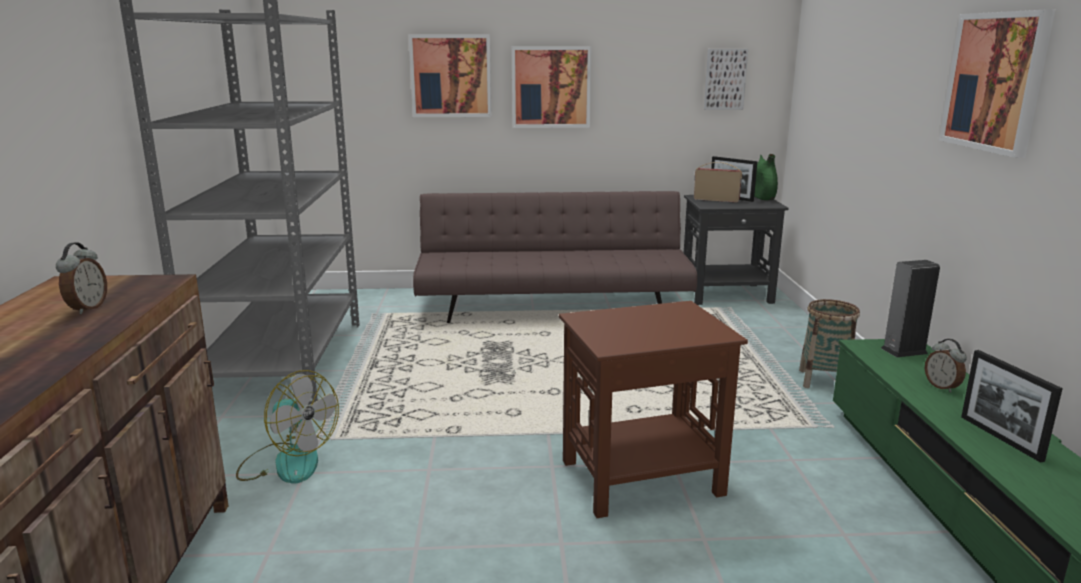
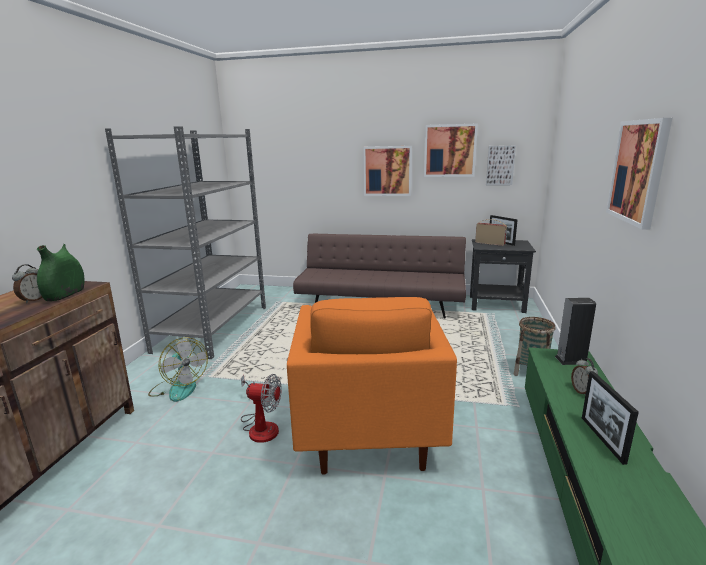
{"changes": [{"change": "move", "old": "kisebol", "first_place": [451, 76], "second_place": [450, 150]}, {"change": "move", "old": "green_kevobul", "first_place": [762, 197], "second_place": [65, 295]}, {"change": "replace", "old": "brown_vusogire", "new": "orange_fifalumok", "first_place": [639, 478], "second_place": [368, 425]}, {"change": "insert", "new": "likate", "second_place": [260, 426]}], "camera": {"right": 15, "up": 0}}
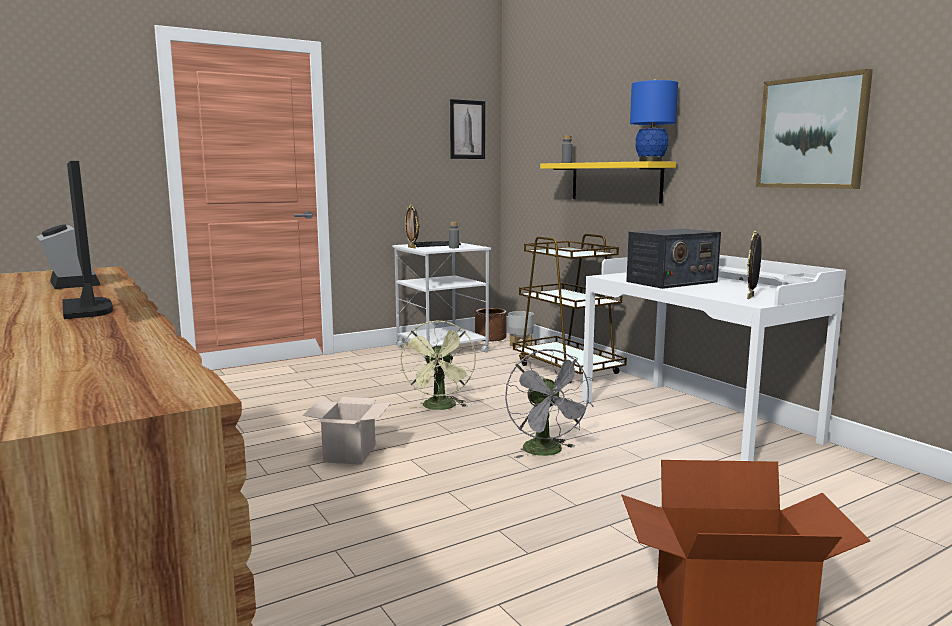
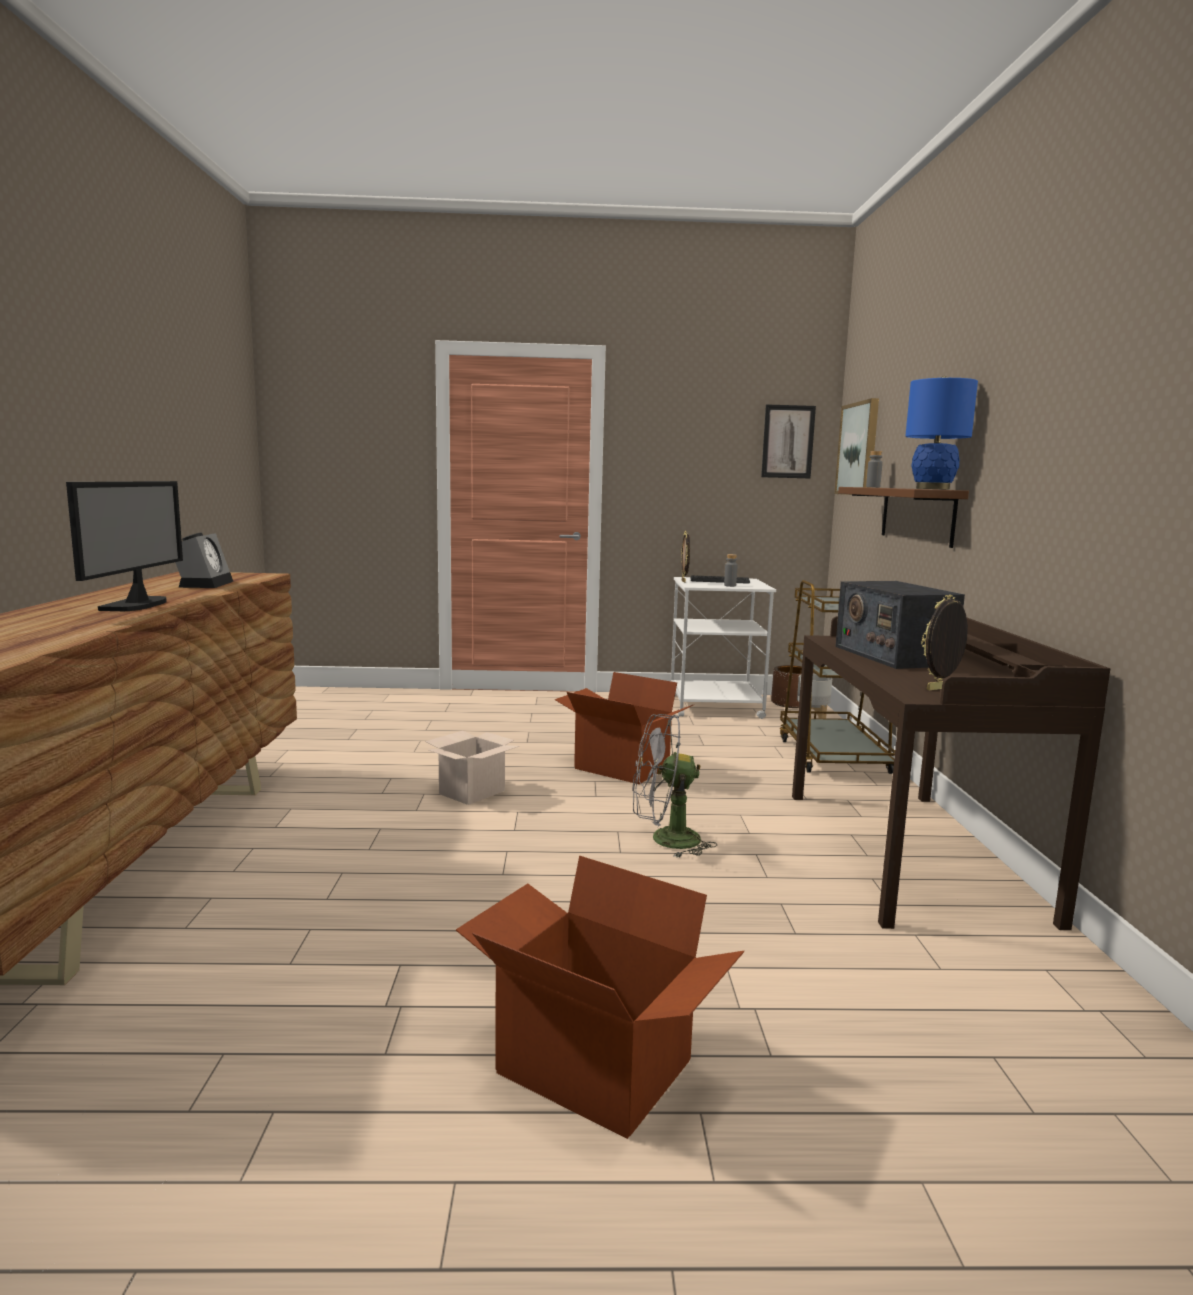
{"changes": [{"change": "move", "old": "kisebol", "first_place": [812, 132], "second_place": [858, 449]}, {"change": "recolor", "old": "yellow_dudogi", "new": "brown_dudogi", "first_place": [615, 182], "second_place": [917, 515]}, {"change": "rotate", "old": "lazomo", "first_place": [671, 282], "second_place": [892, 655], "degrees": 75}, {"change": "recolor", "old": "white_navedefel", "new": "brown_navedefel", "first_place": [696, 420], "second_place": [910, 852]}, {"change": "replace", "old": "green_likate", "new": "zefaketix", "first_place": [440, 408], "second_place": [621, 768]}, {"change": "rotate", "old": "grey_likate", "first_place": [547, 452], "second_place": [665, 840], "degrees": 75}], "camera": {"right": 30, "up": 0}}
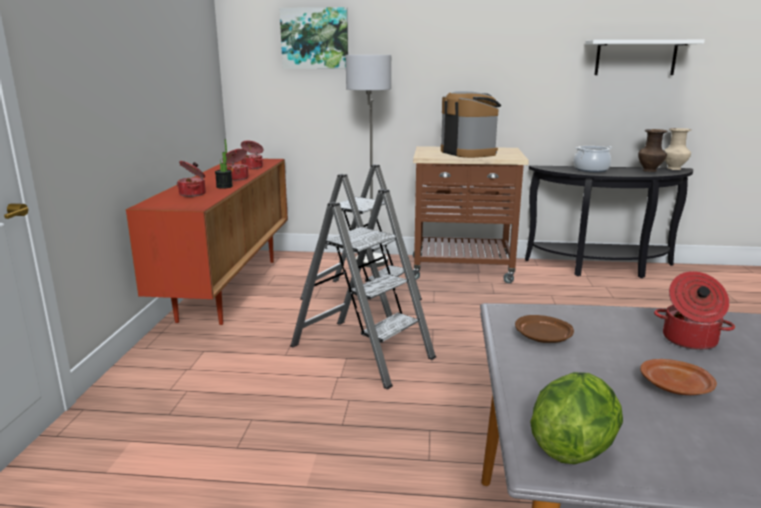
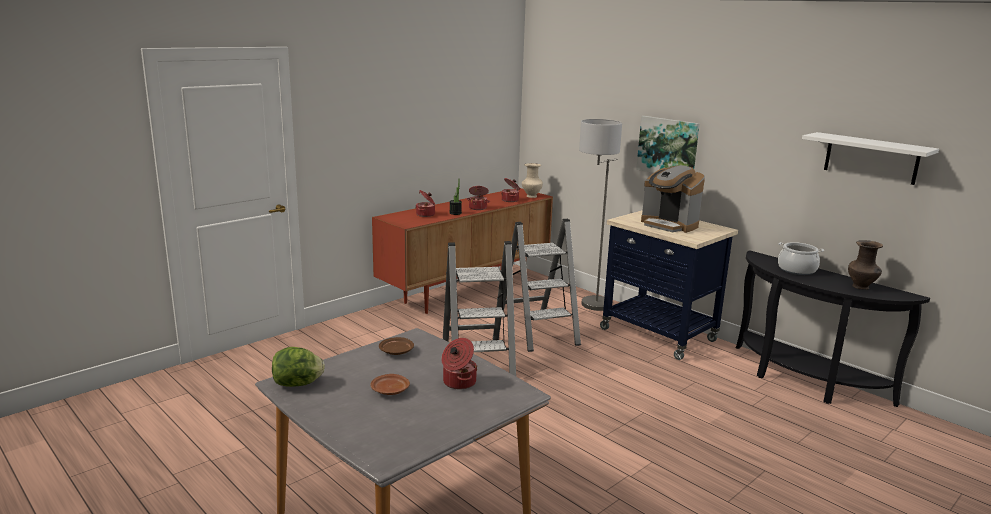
{"changes": [{"change": "move", "old": "kisebol", "first_place": [315, 38], "second_place": [668, 147]}, {"change": "rotate", "old": "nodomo", "first_place": [468, 153], "second_place": [669, 225], "degrees": 120}, {"change": "move", "old": "beige_kevobul", "first_place": [674, 169], "second_place": [531, 196]}, {"change": "recolor", "old": "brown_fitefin", "new": "blue_fitefin", "first_place": [462, 270], "second_place": [659, 335]}], "camera": {"right": 40, "up": 0}}
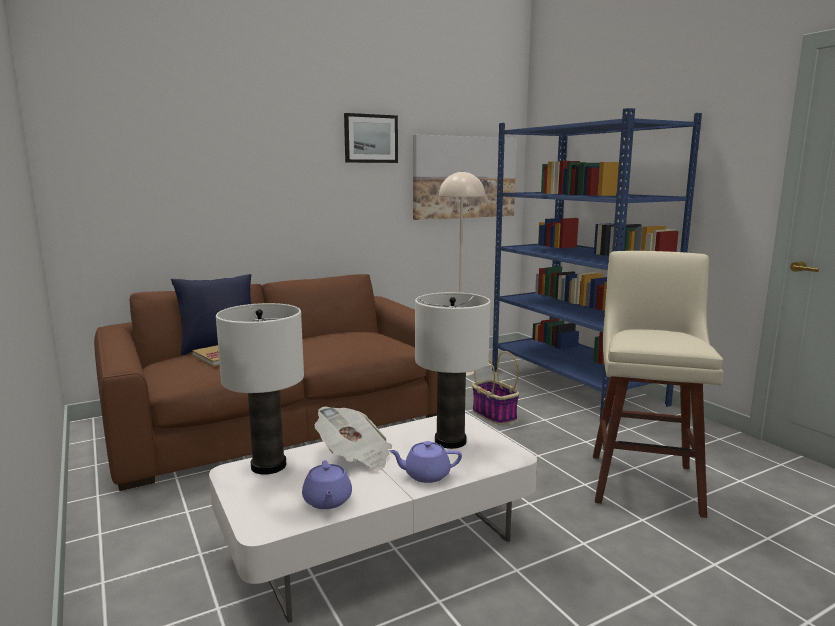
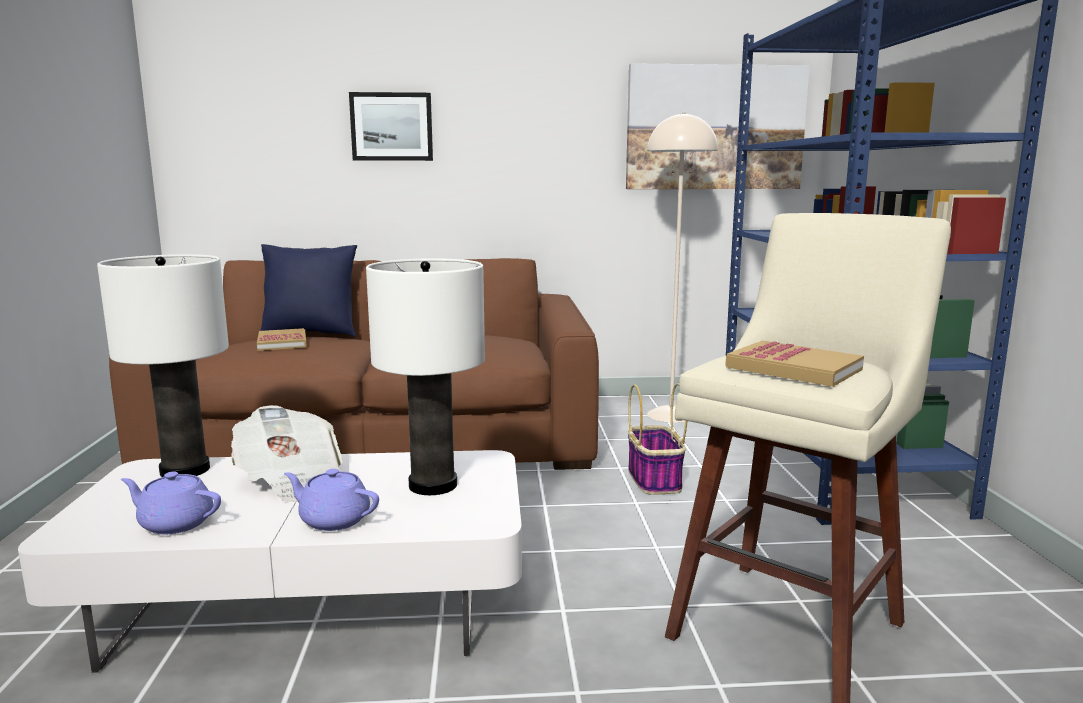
{"changes": [{"change": "move", "old": "kisebol", "first_place": [370, 138], "second_place": [391, 127]}, {"change": "rotate", "old": "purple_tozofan", "first_place": [327, 501], "second_place": [175, 523], "degrees": 90}, {"change": "insert", "new": "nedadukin", "second_place": [793, 368]}], "camera": {"right": 25, "up": 0}}
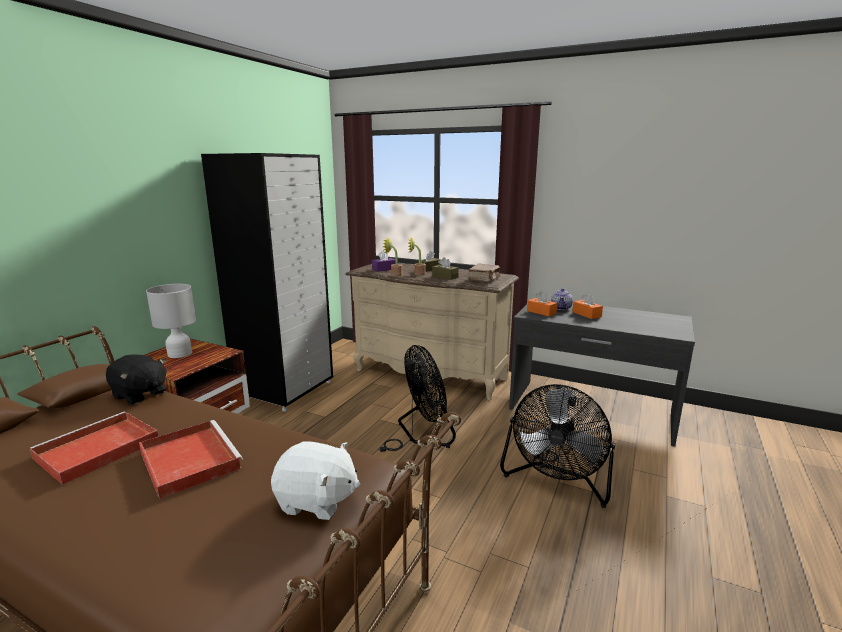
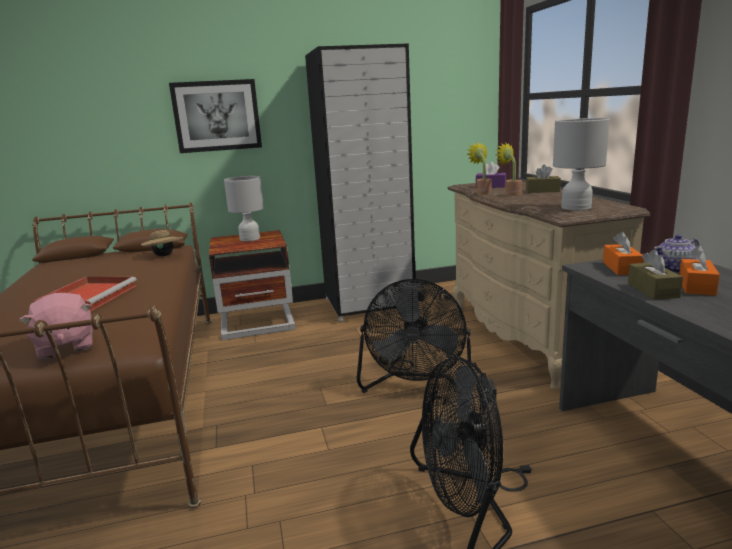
{"changes": [{"change": "move", "old": "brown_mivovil", "first_place": [445, 277], "second_place": [652, 290]}, {"change": "replace", "old": "brown_nedadukin", "new": "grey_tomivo", "first_place": [484, 279], "second_place": [576, 208]}, {"change": "rotate", "old": "black_likate", "first_place": [417, 431], "second_place": [413, 384], "degrees": 75}, {"change": "replace", "old": "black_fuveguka", "new": "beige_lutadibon", "first_place": [140, 395], "second_place": [164, 255]}, {"change": "delete", "old": "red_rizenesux", "first_place": [96, 450]}, {"change": "recolor", "old": "white_fuveguka", "new": "pink_fuveguka", "first_place": [316, 501], "second_place": [65, 347]}, {"change": "insert", "new": "kisebol", "second_place": [217, 116]}], "camera": {"right": 50, "up": 0}}
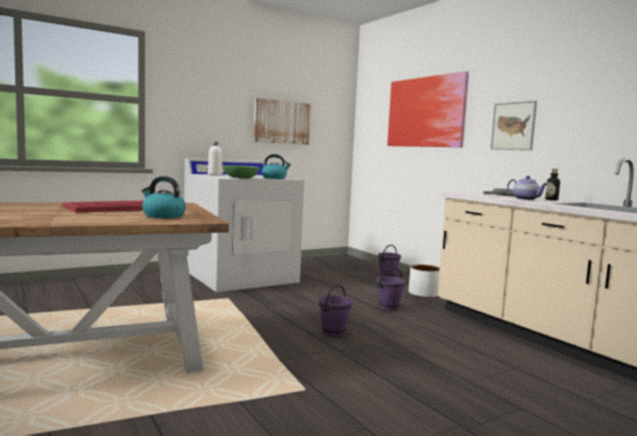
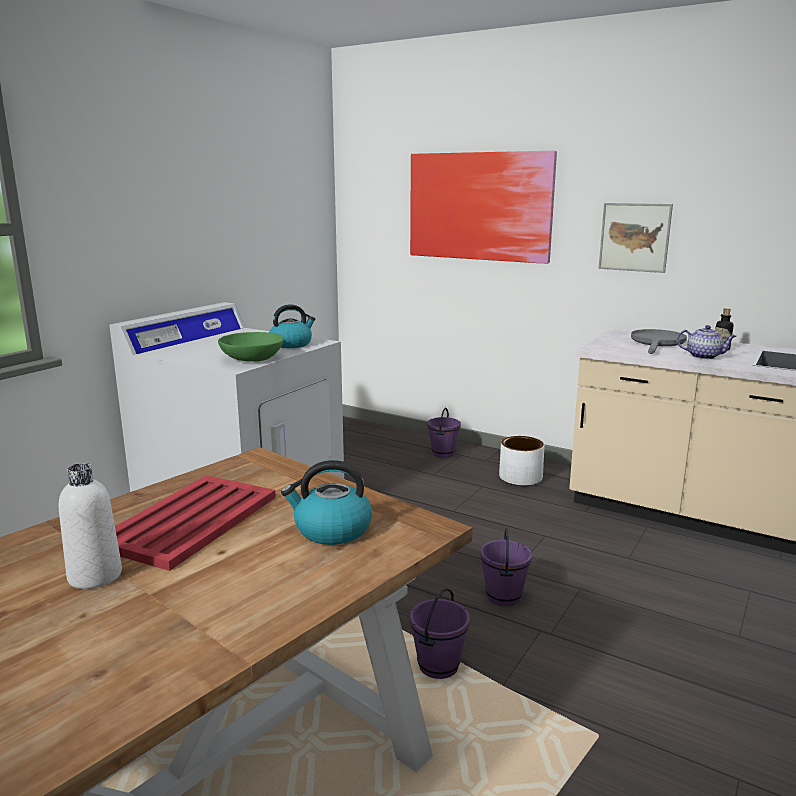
{"changes": [{"change": "delete", "old": "kisebol", "first_place": [282, 122]}, {"change": "move", "old": "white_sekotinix", "first_place": [214, 174], "second_place": [95, 576]}, {"change": "move", "old": "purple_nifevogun", "first_place": [389, 307], "second_place": [439, 667]}], "camera": {"right": -25, "up": 10}}
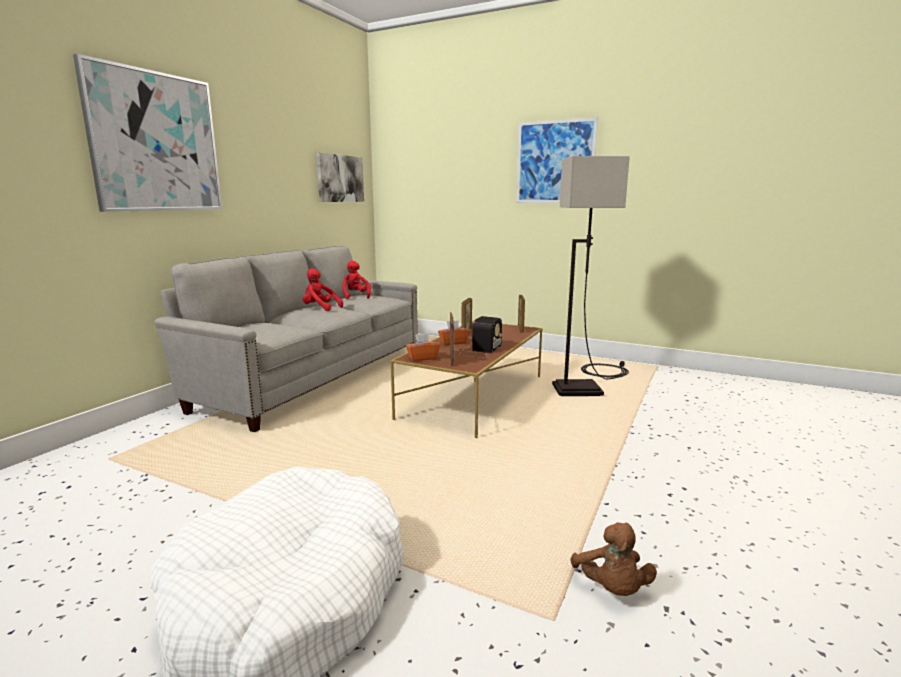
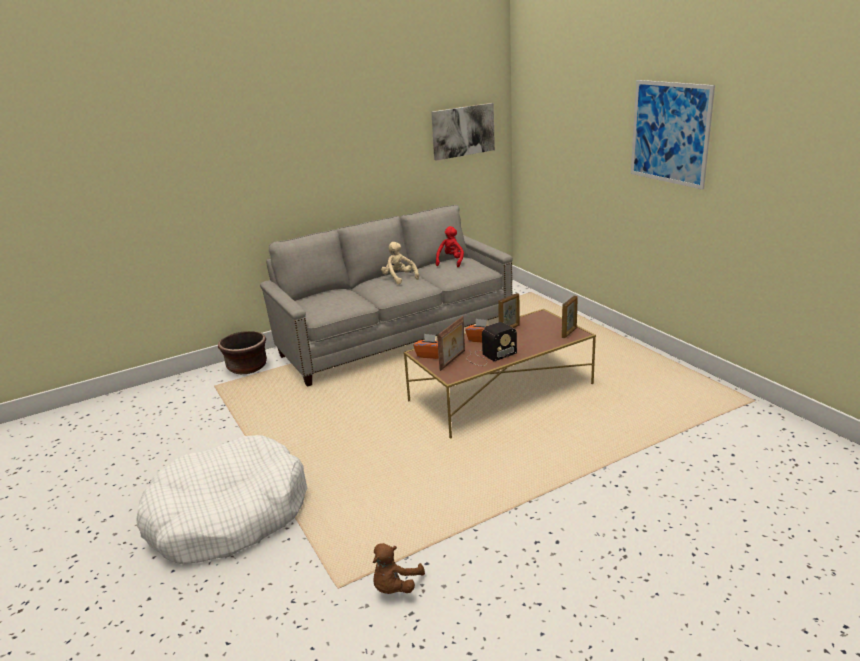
{"changes": [{"change": "delete", "old": "kisebol", "first_place": [155, 142]}, {"change": "delete", "old": "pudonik", "first_place": [593, 380]}, {"change": "recolor", "old": "red_fuveguka", "new": "beige_fuveguka", "first_place": [320, 308], "second_place": [399, 278]}, {"change": "insert", "new": "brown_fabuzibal", "second_place": [247, 367]}], "camera": {"right": 35, "up": 10}}
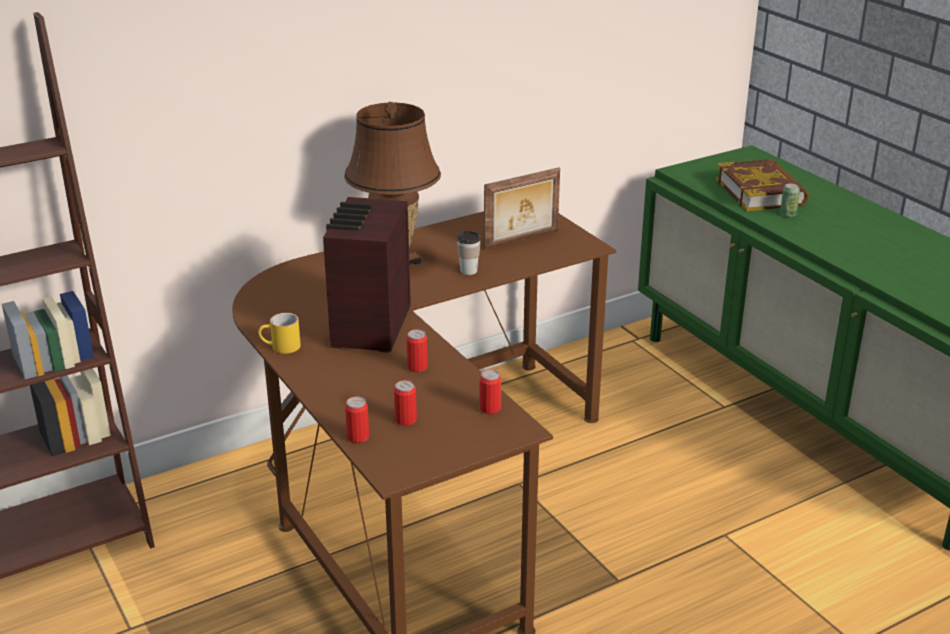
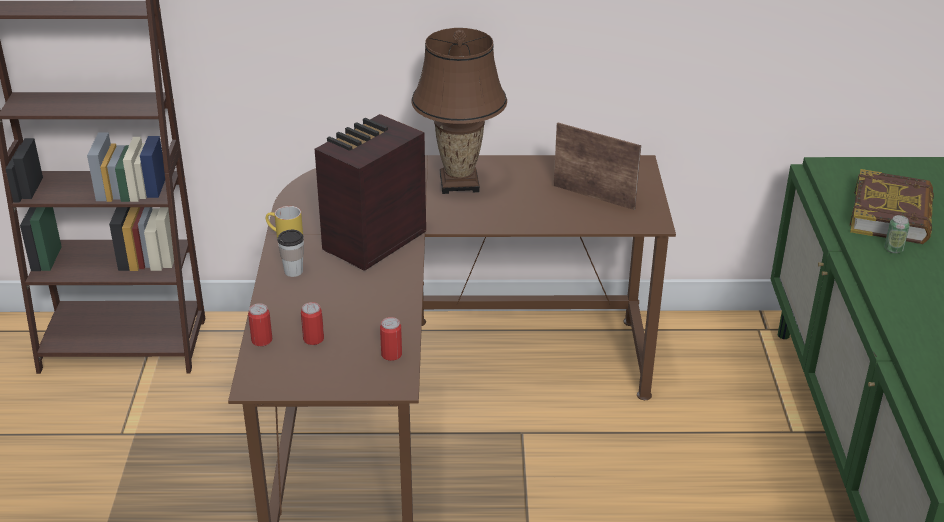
{"changes": [{"change": "rotate", "old": "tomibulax", "first_place": [522, 240], "second_place": [594, 196], "degrees": -150}, {"change": "move", "old": "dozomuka", "first_place": [468, 271], "second_place": [293, 271]}, {"change": "delete", "old": "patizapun", "first_place": [417, 367]}], "camera": {"right": 30, "up": 5}}
